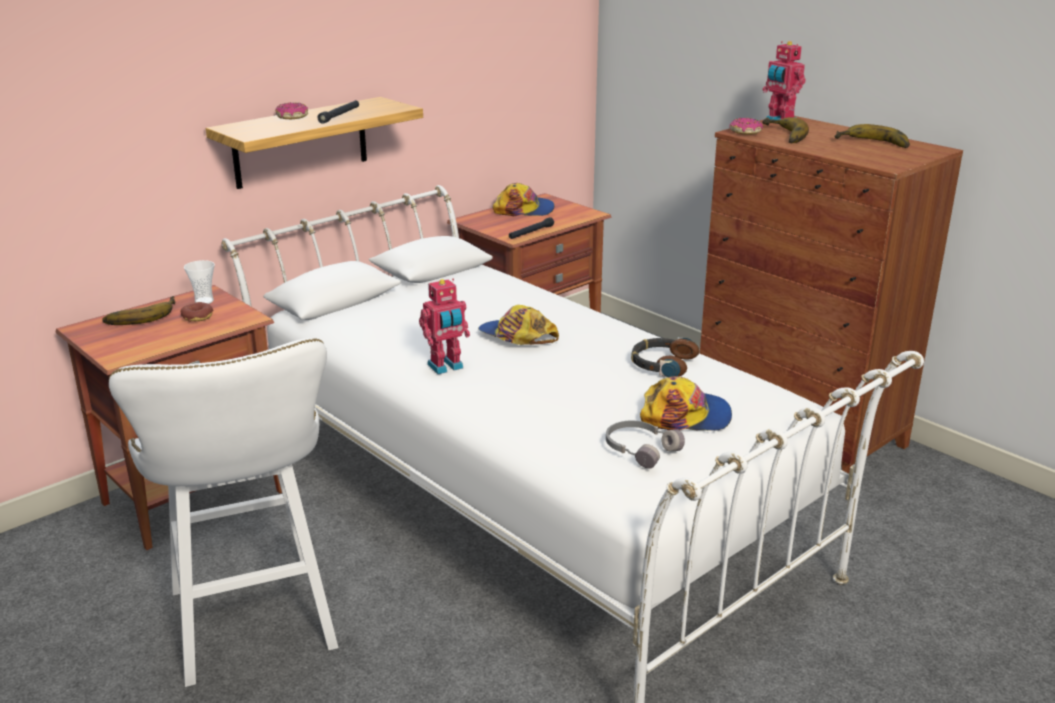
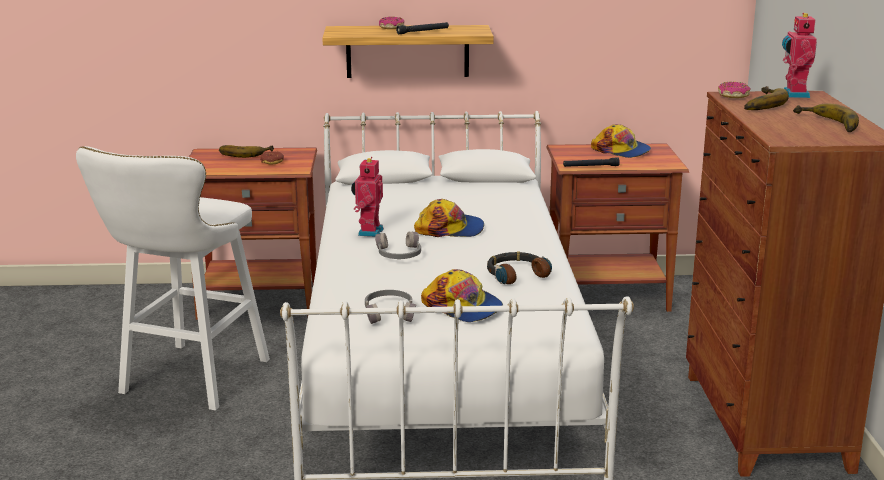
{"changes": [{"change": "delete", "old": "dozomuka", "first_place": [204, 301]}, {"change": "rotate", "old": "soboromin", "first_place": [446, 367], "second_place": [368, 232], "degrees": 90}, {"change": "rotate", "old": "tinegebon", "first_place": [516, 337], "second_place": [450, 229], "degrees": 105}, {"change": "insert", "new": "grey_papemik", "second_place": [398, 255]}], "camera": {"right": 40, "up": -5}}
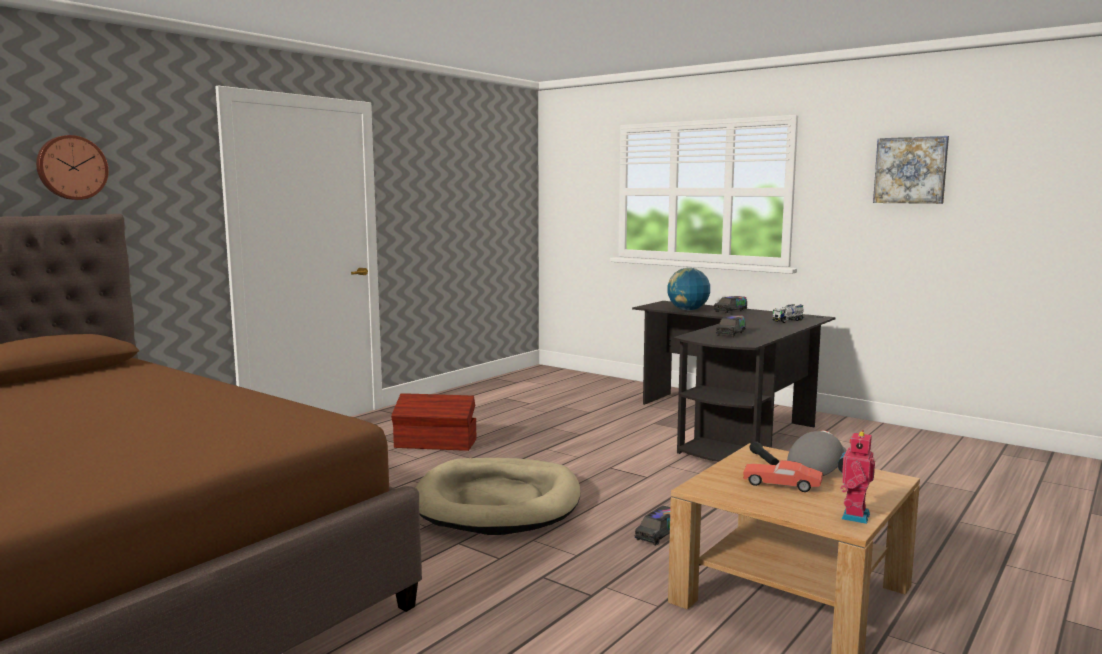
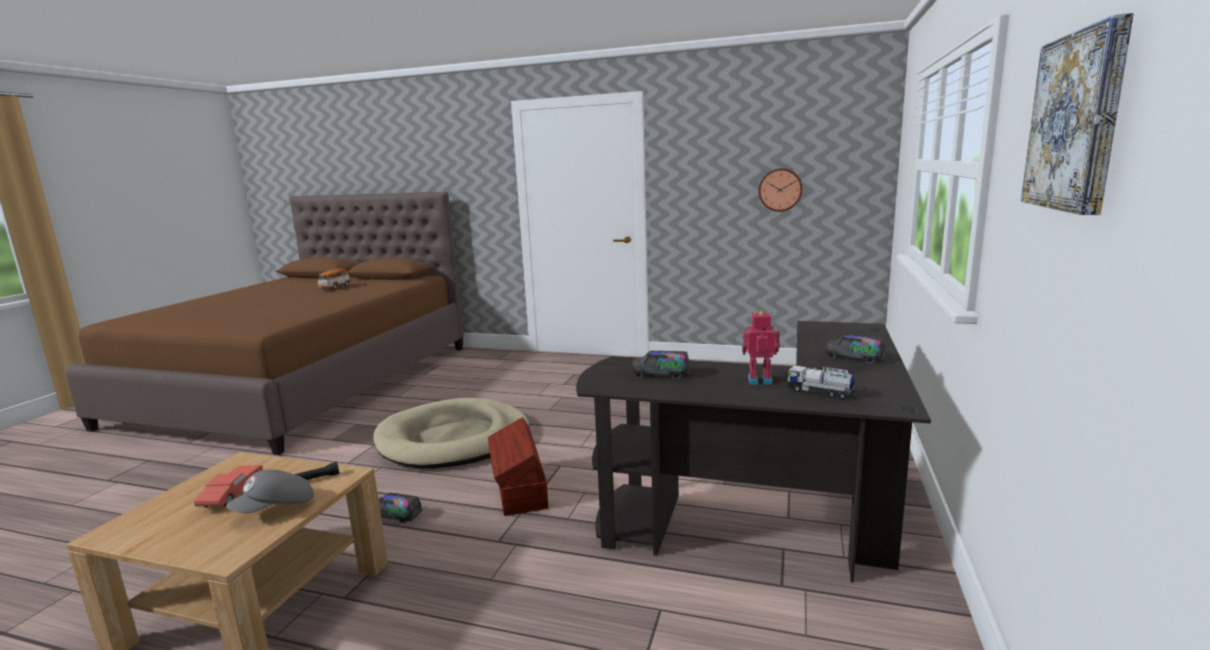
{"changes": [{"change": "move", "old": "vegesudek", "first_place": [71, 167], "second_place": [780, 189]}, {"change": "delete", "old": "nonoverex", "first_place": [688, 310]}, {"change": "move", "old": "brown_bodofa", "first_place": [436, 444], "second_place": [519, 489]}, {"change": "rotate", "old": "grey_tinegebon", "first_place": [816, 469], "second_place": [276, 508], "degrees": 105}, {"change": "move", "old": "soboromin", "first_place": [853, 516], "second_place": [759, 380]}, {"change": "insert", "new": "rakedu", "second_place": [335, 288]}], "camera": {"right": 70, "up": 5}}
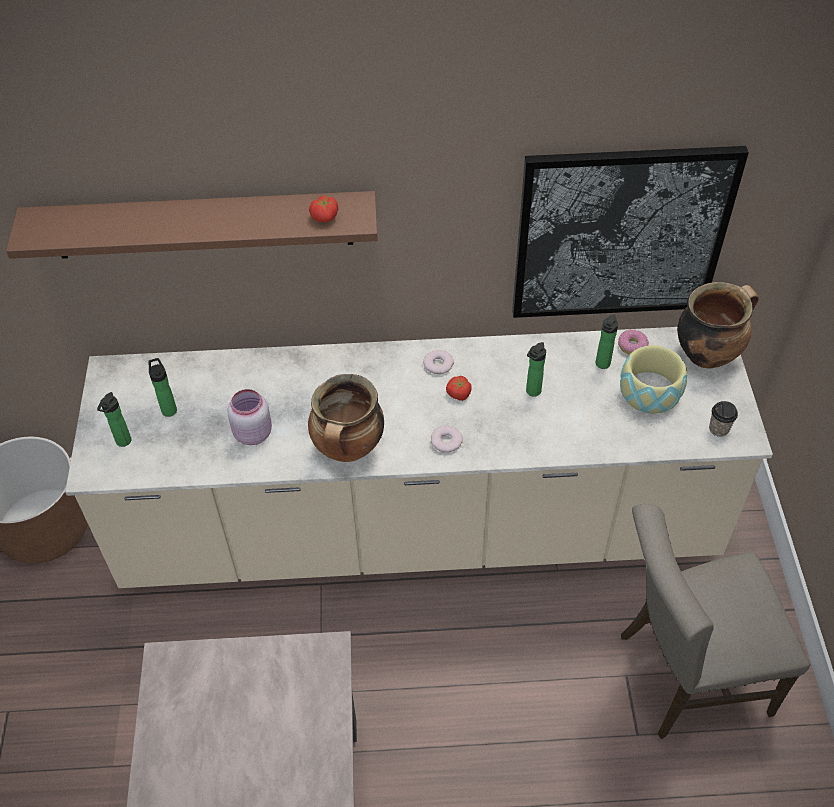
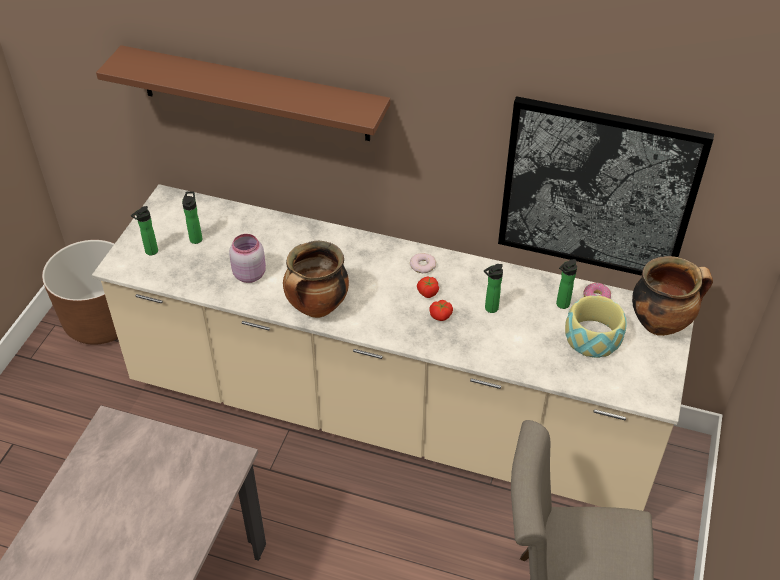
{"changes": [{"change": "move", "old": "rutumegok", "first_place": [325, 217], "second_place": [441, 315]}, {"change": "delete", "old": "dozomuka", "first_place": [718, 429]}, {"change": "delete", "old": "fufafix", "first_place": [446, 441]}], "camera": {"right": 20, "up": -5}}
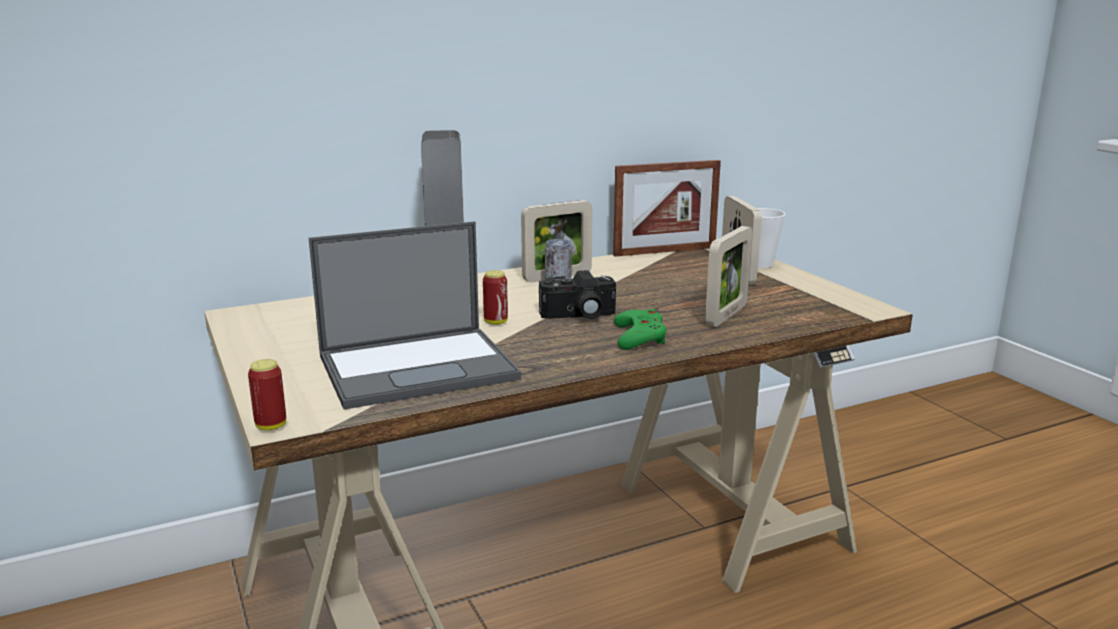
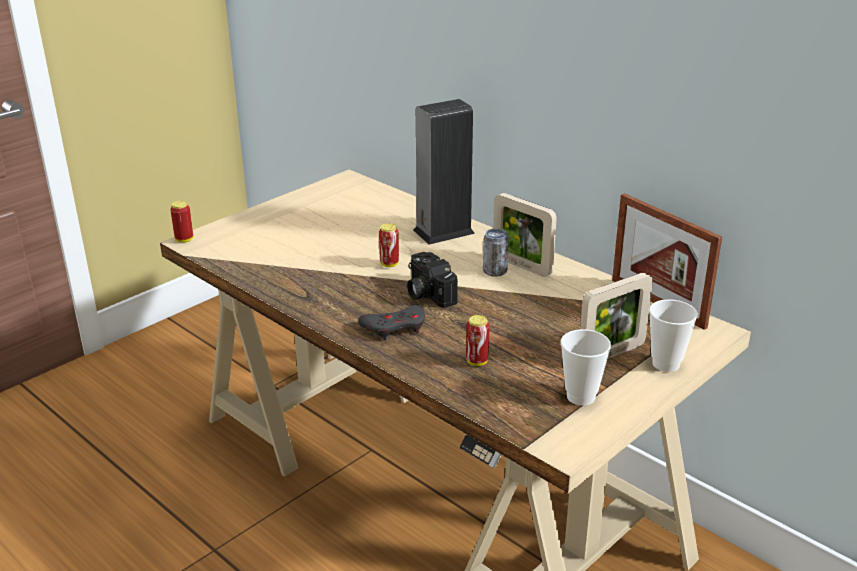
{"changes": [{"change": "delete", "old": "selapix", "first_place": [419, 367]}, {"change": "replace", "old": "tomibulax", "new": "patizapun", "first_place": [726, 315], "second_place": [477, 361]}, {"change": "recolor", "old": "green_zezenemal", "new": "grey_zezenemal", "first_place": [639, 336], "second_place": [395, 327]}, {"change": "insert", "new": "dozomuka", "second_place": [581, 397]}], "camera": {"right": 70, "up": 10}}
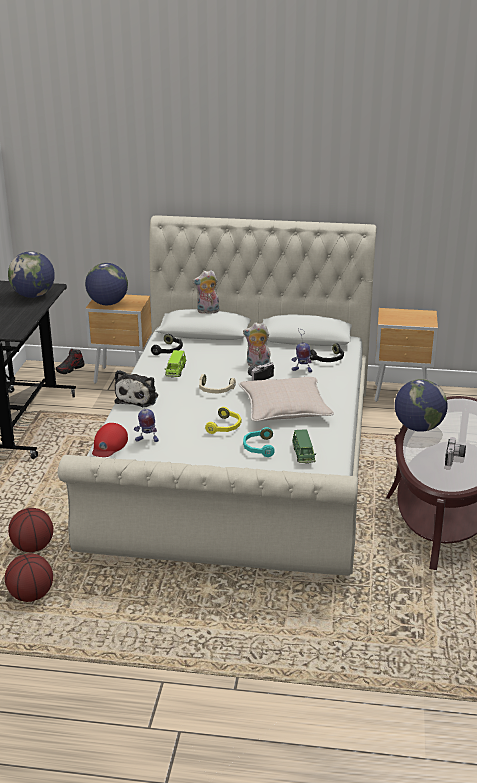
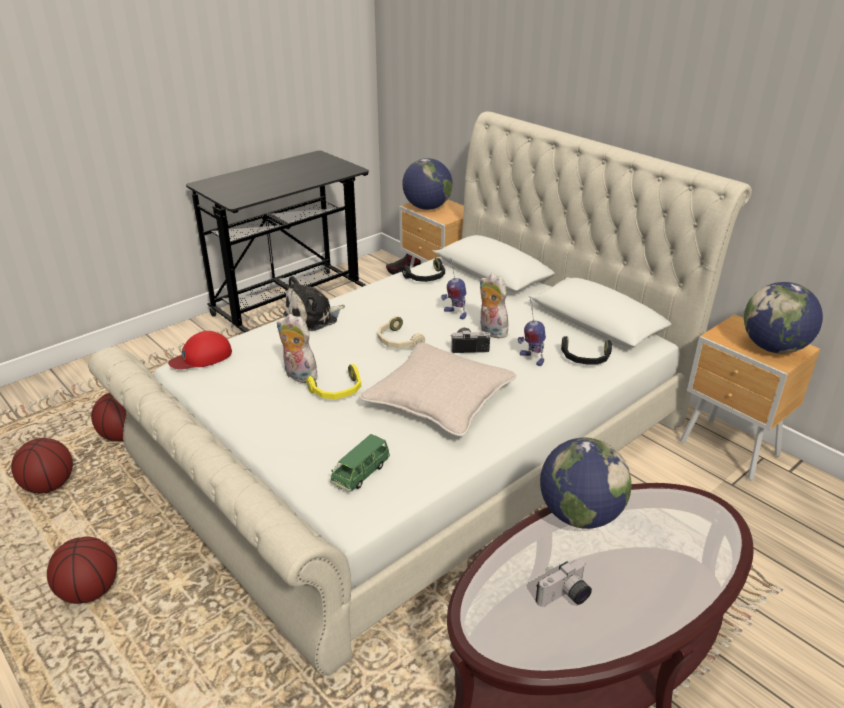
{"changes": [{"change": "move", "old": "nonoverex", "first_place": [33, 296], "second_place": [773, 348]}, {"change": "move", "old": "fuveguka", "first_place": [207, 311], "second_place": [298, 376]}, {"change": "delete", "old": "green_rakedu", "first_place": [176, 371]}, {"change": "move", "old": "soboromin", "first_place": [146, 440], "second_place": [455, 313]}, {"change": "delete", "old": "turquoise_papemik", "first_place": [258, 447]}, {"change": "insert", "new": "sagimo", "second_place": [90, 590]}], "camera": {"right": 40, "up": 5}}
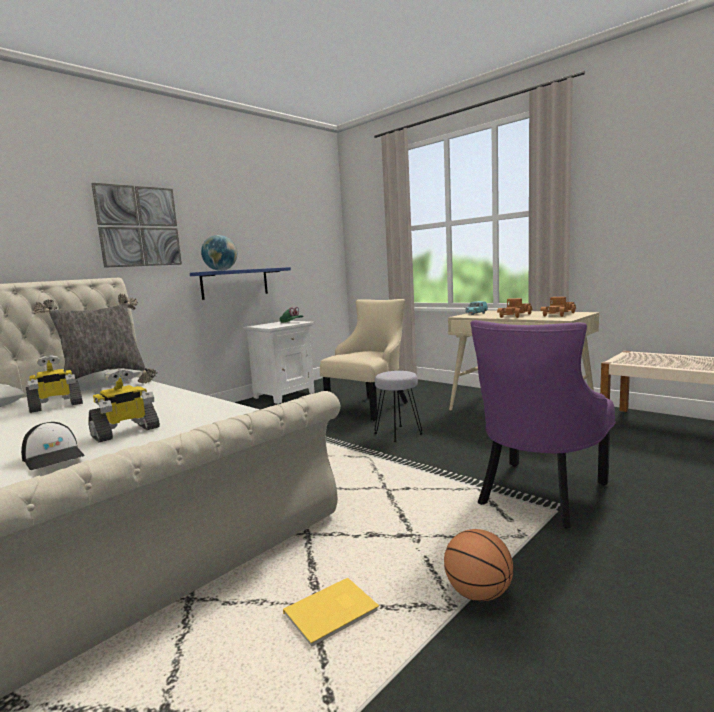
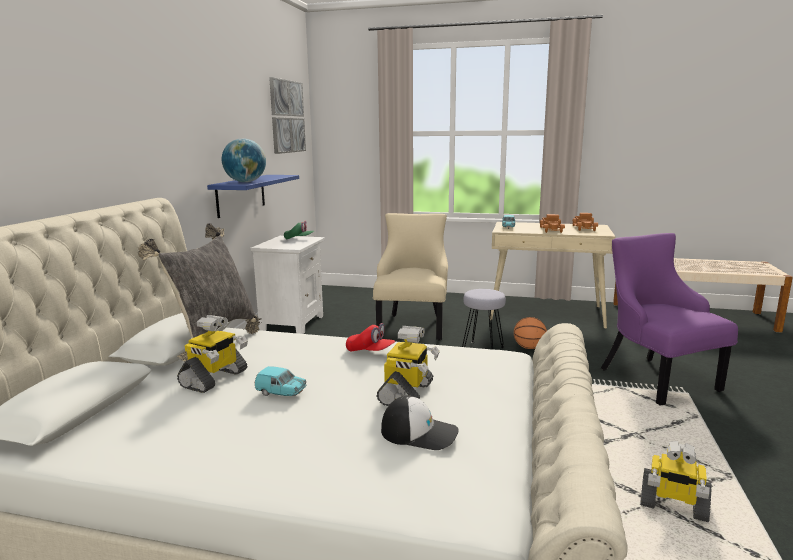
{"changes": [{"change": "move", "old": "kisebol", "first_place": [138, 226], "second_place": [287, 116]}, {"change": "rotate", "old": "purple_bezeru", "first_place": [540, 492], "second_place": [658, 381], "degrees": 150}, {"change": "move", "old": "sagimo", "first_place": [478, 594], "second_place": [529, 348]}, {"change": "replace", "old": "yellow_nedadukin", "new": "soboromin", "first_place": [333, 615], "second_place": [672, 505]}, {"change": "insert", "new": "red_tinegebon", "second_place": [370, 351]}, {"change": "insert", "new": "turquoise_rakedu", "second_place": [281, 393]}], "camera": {"right": -30, "up": 5}}
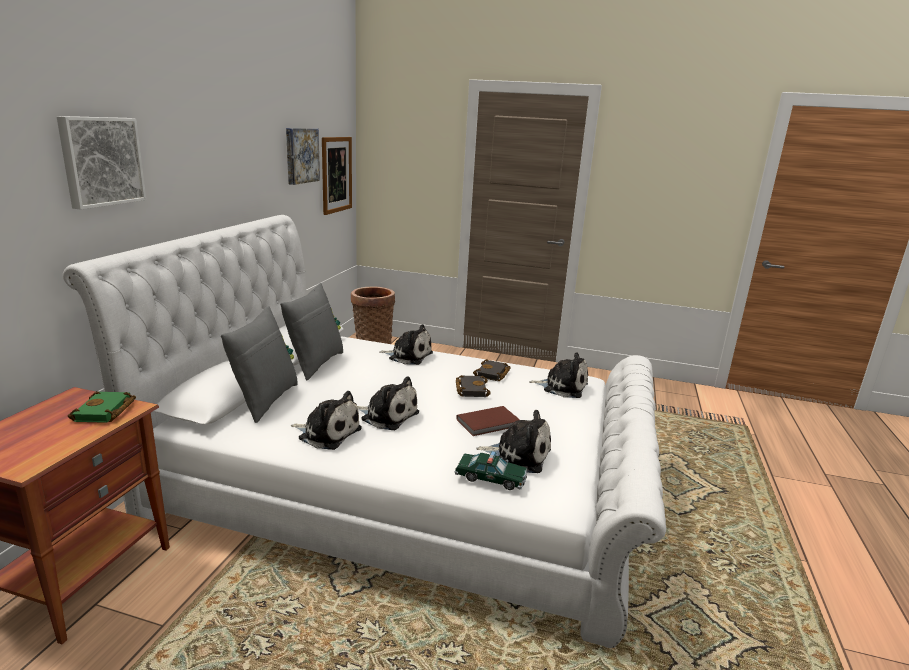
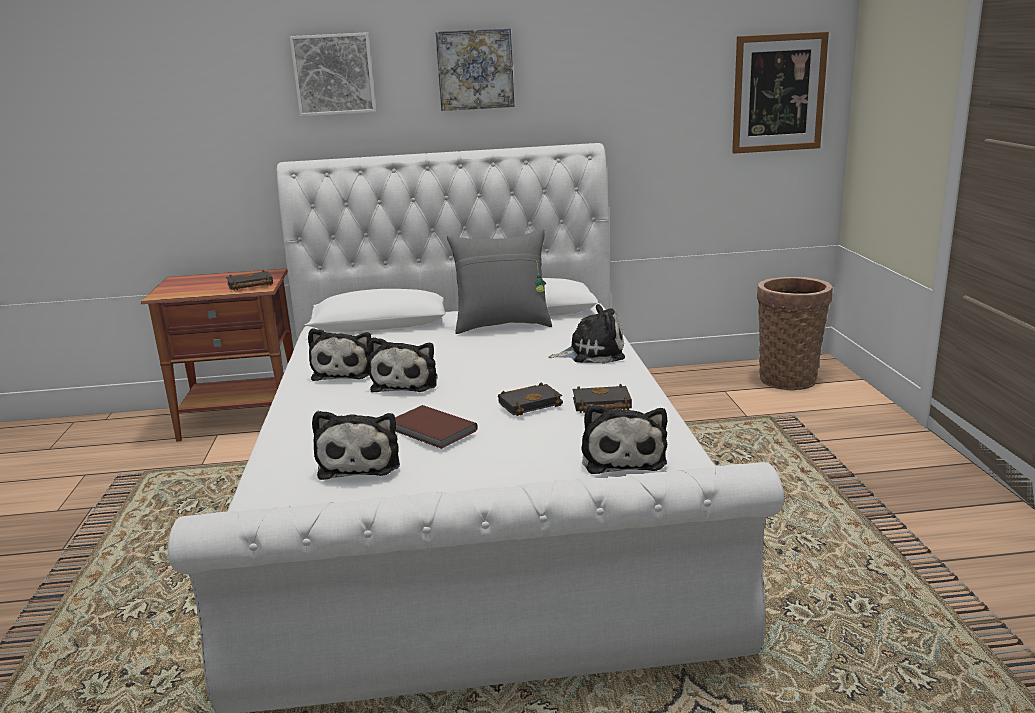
{"changes": [{"change": "move", "old": "kisebol", "first_place": [301, 155], "second_place": [475, 69]}, {"change": "delete", "old": "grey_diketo", "first_place": [265, 401]}, {"change": "rotate", "old": "fuveguka", "first_place": [408, 356], "second_place": [592, 353], "degrees": -90}, {"change": "recolor", "old": "green_nedadukin", "new": "black_nedadukin", "first_place": [105, 412], "second_place": [249, 285]}, {"change": "delete", "old": "rakedu", "first_place": [490, 478]}], "camera": {"right": 70, "up": 0}}
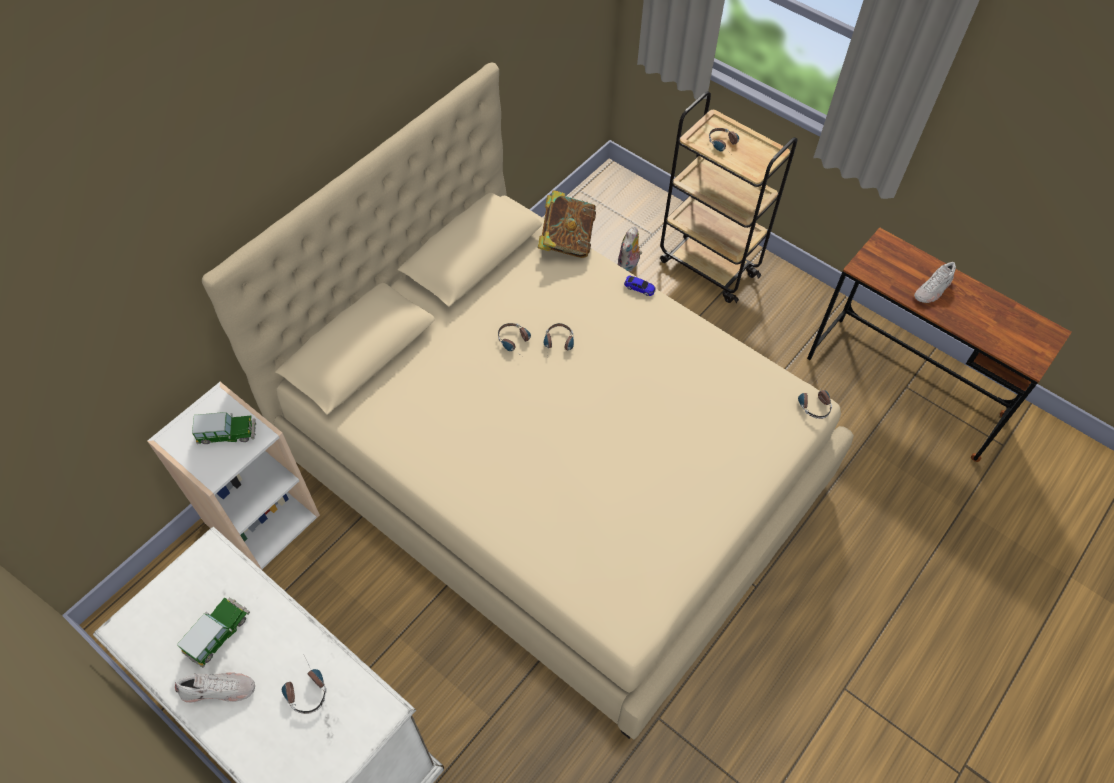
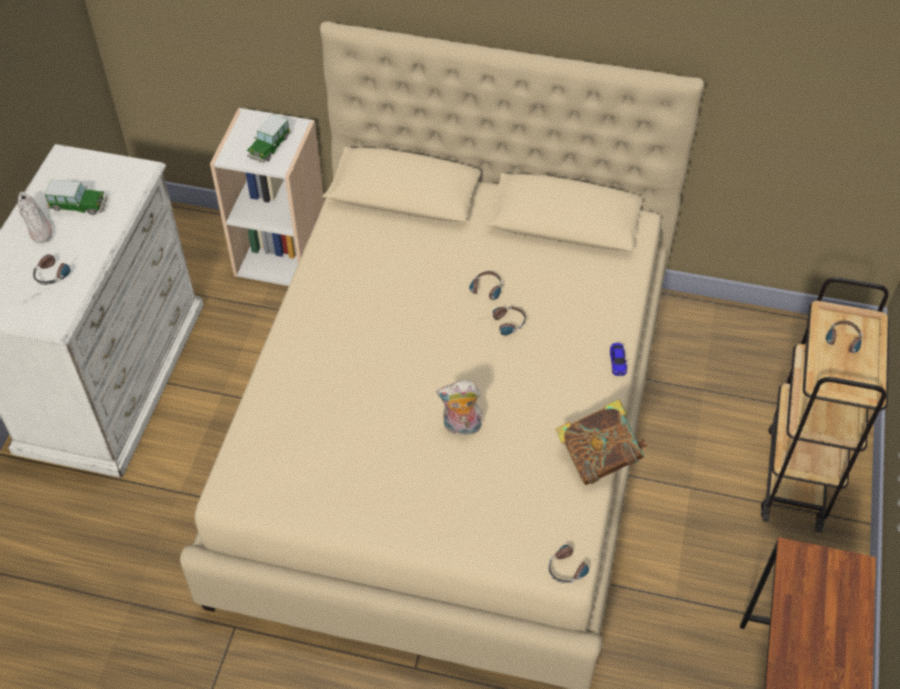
{"changes": [{"change": "move", "old": "nedadukin", "first_place": [566, 241], "second_place": [598, 458]}, {"change": "move", "old": "fuveguka", "first_place": [628, 266], "second_place": [461, 427]}, {"change": "delete", "old": "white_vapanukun", "first_place": [933, 289]}, {"change": "rotate", "old": "rakedu", "first_place": [227, 433], "second_place": [269, 147], "degrees": 60}], "camera": {"right": 65, "up": -5}}
